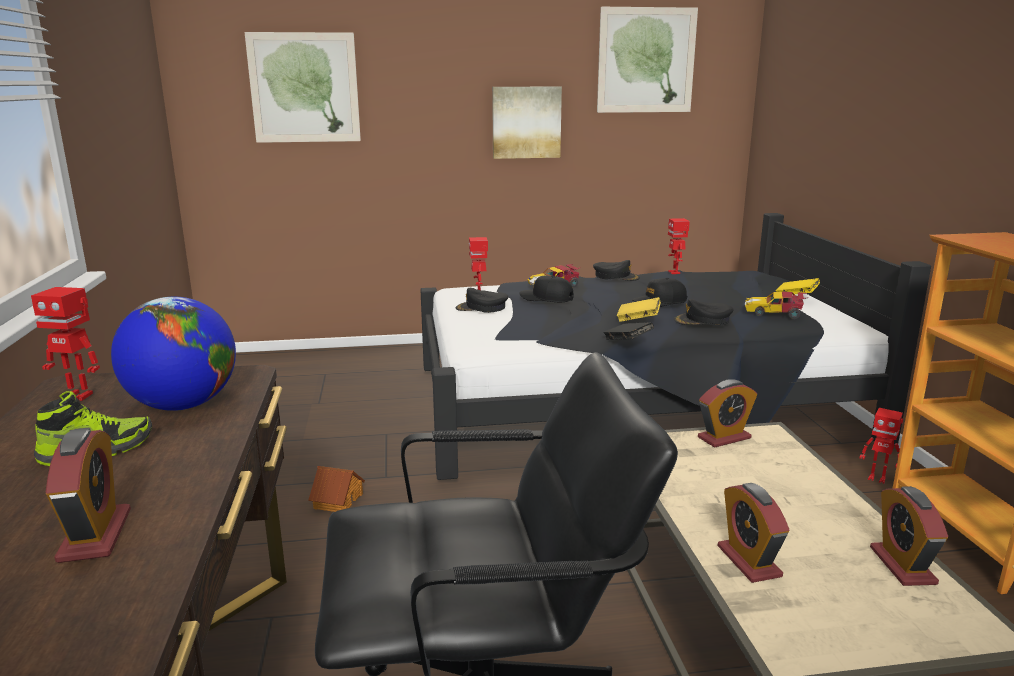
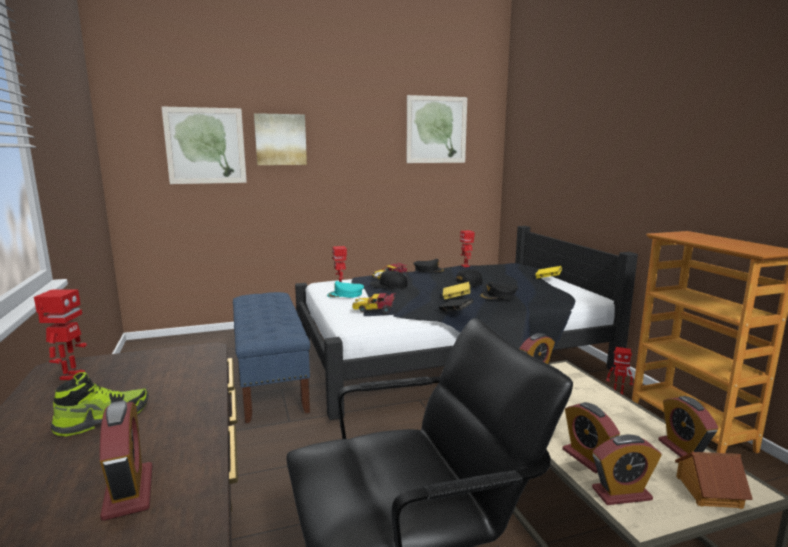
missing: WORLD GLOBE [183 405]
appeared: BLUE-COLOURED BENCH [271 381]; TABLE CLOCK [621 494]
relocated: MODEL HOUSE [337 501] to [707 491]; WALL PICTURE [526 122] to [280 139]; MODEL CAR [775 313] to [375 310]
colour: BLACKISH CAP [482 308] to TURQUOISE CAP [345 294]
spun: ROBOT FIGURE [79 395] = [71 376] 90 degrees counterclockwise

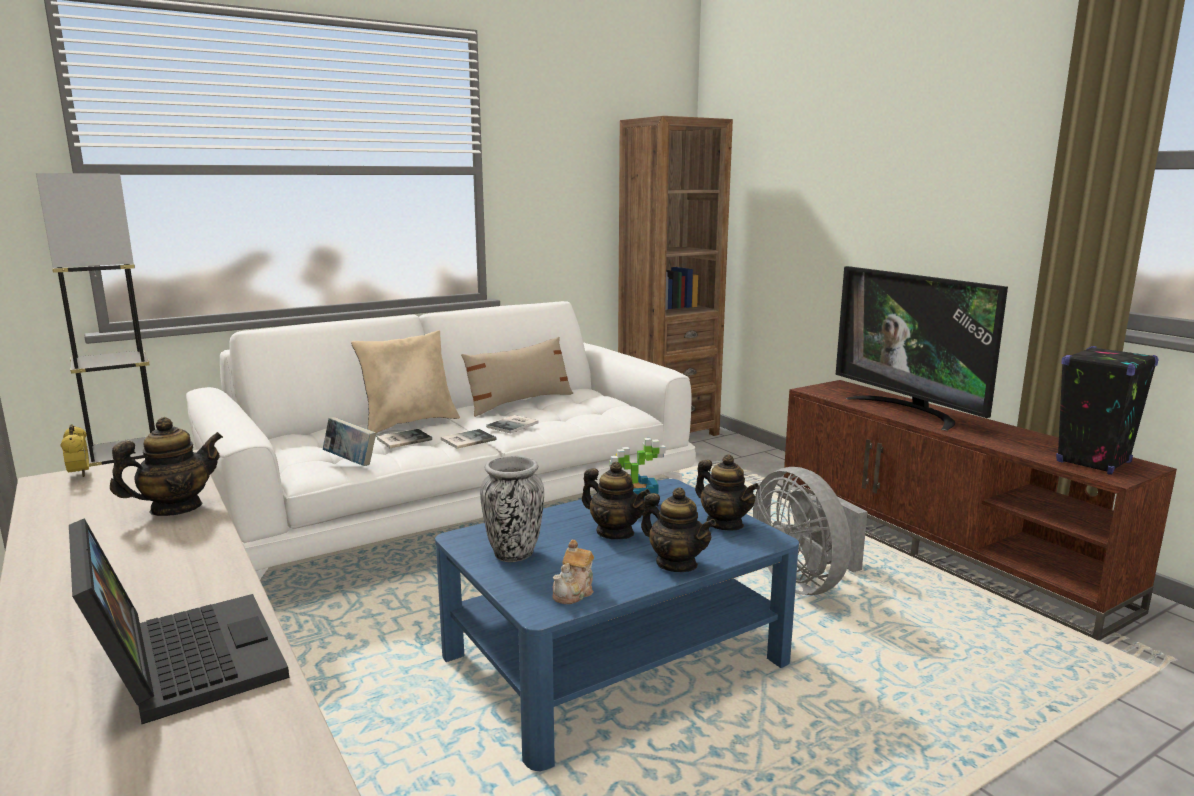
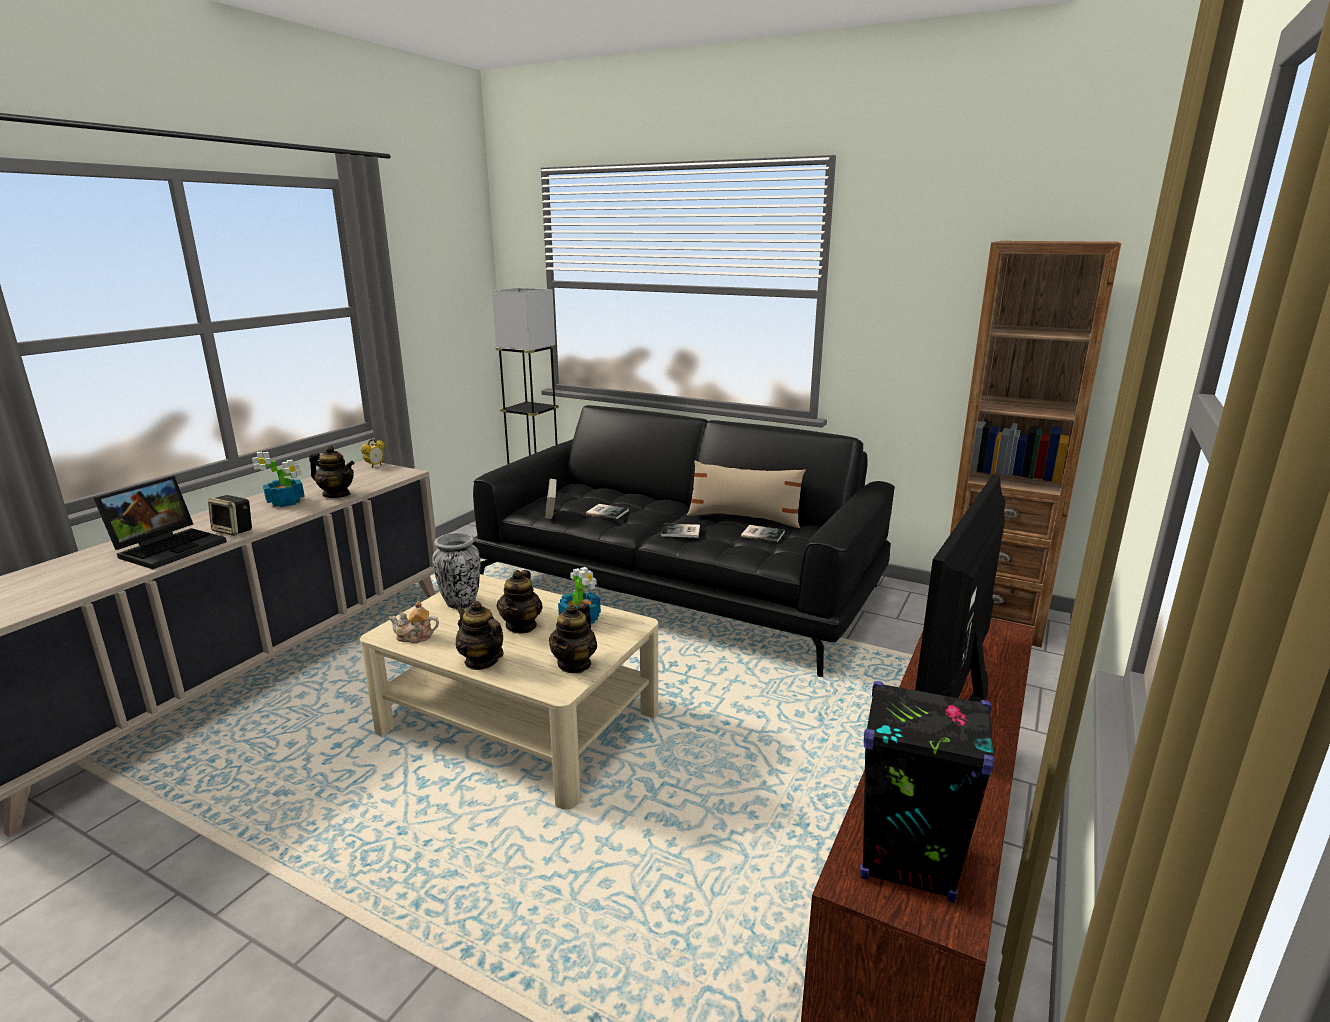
missing: BEIGE CUSHION [409 423]; GREYISH ELECTRIC FAN [804 582]
appeared: LOUDSPEAKER [234 530]; PLANT IN A POT [286 502]
relocated: VOLUME [466 440] to [762 534]
colour: WHITE-COLOURED SOFA [457 511] to BLACKISH SOFA [680 588]; BLUE-COLOURED LOUNGE TABLE [615 658] to BEIGE LOUNGE TABLE [520 722]
spun: TEA POT [676 564] = [481 661] 120 degrees clockwise

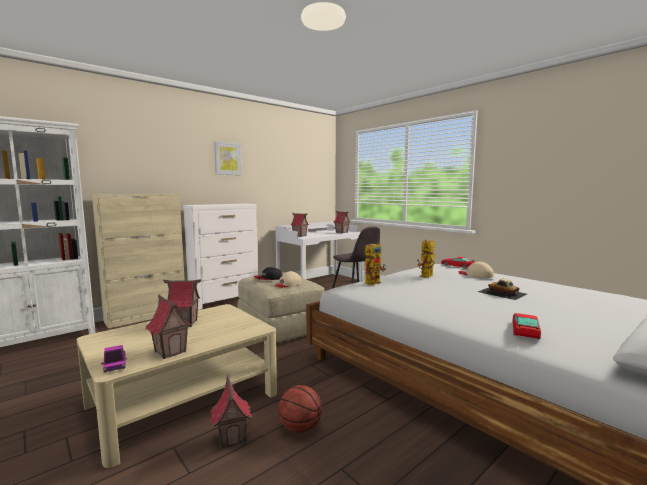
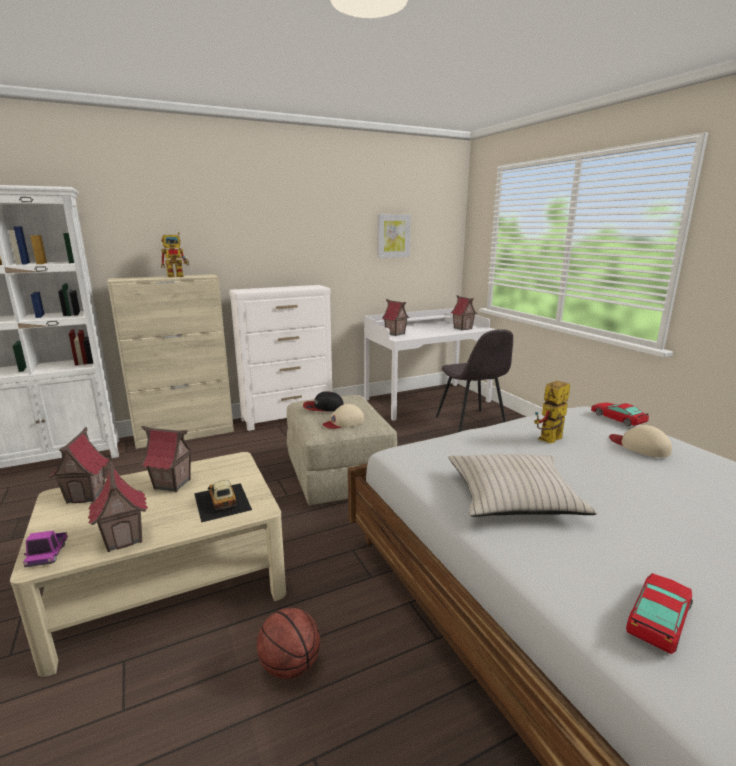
appeared: BEIGE CUSHION [513 497]
relocated: MODEL HOUSE [232 437] to [86 495]; WALL PICTURE [228 158] to [393 236]; ROBOT FIGURE [373 282] to [179 276]; MODEL CAR [502 293] to [222 501]

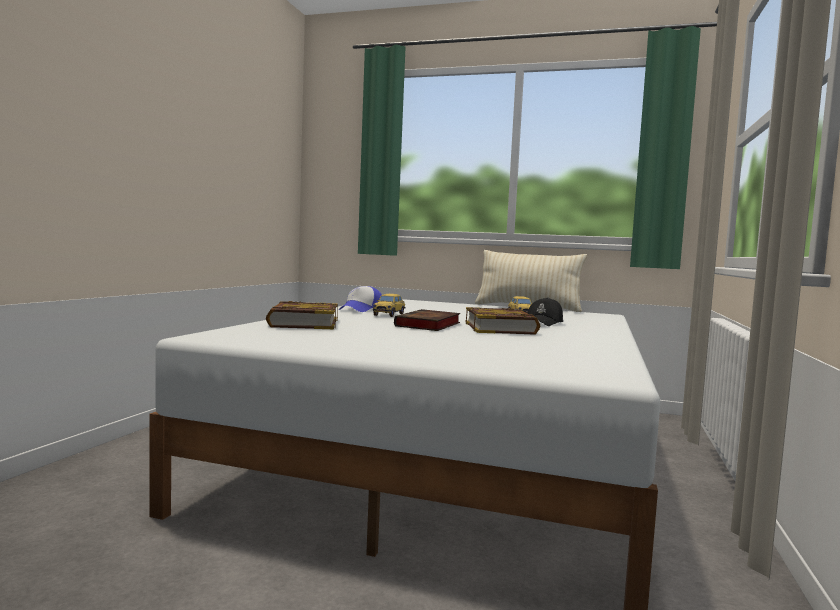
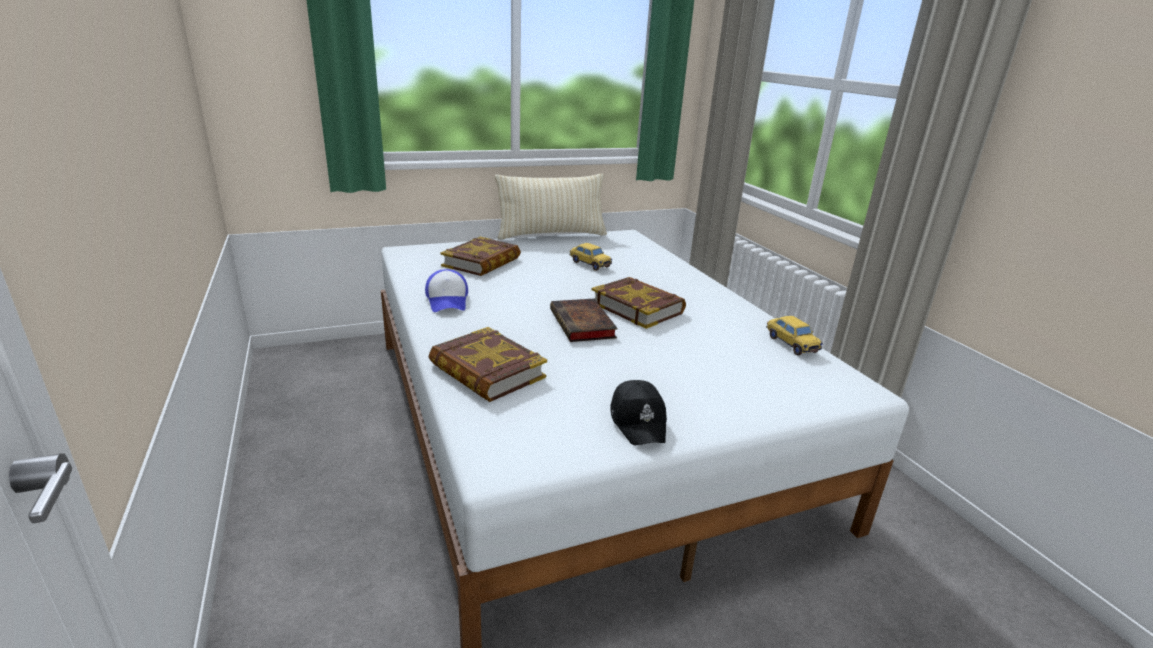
appeared: VOLUME [482 262]
relocated: MODEL CAR [389 314] to [791 344]; BLACKISH CAP [544 323] to [639 421]

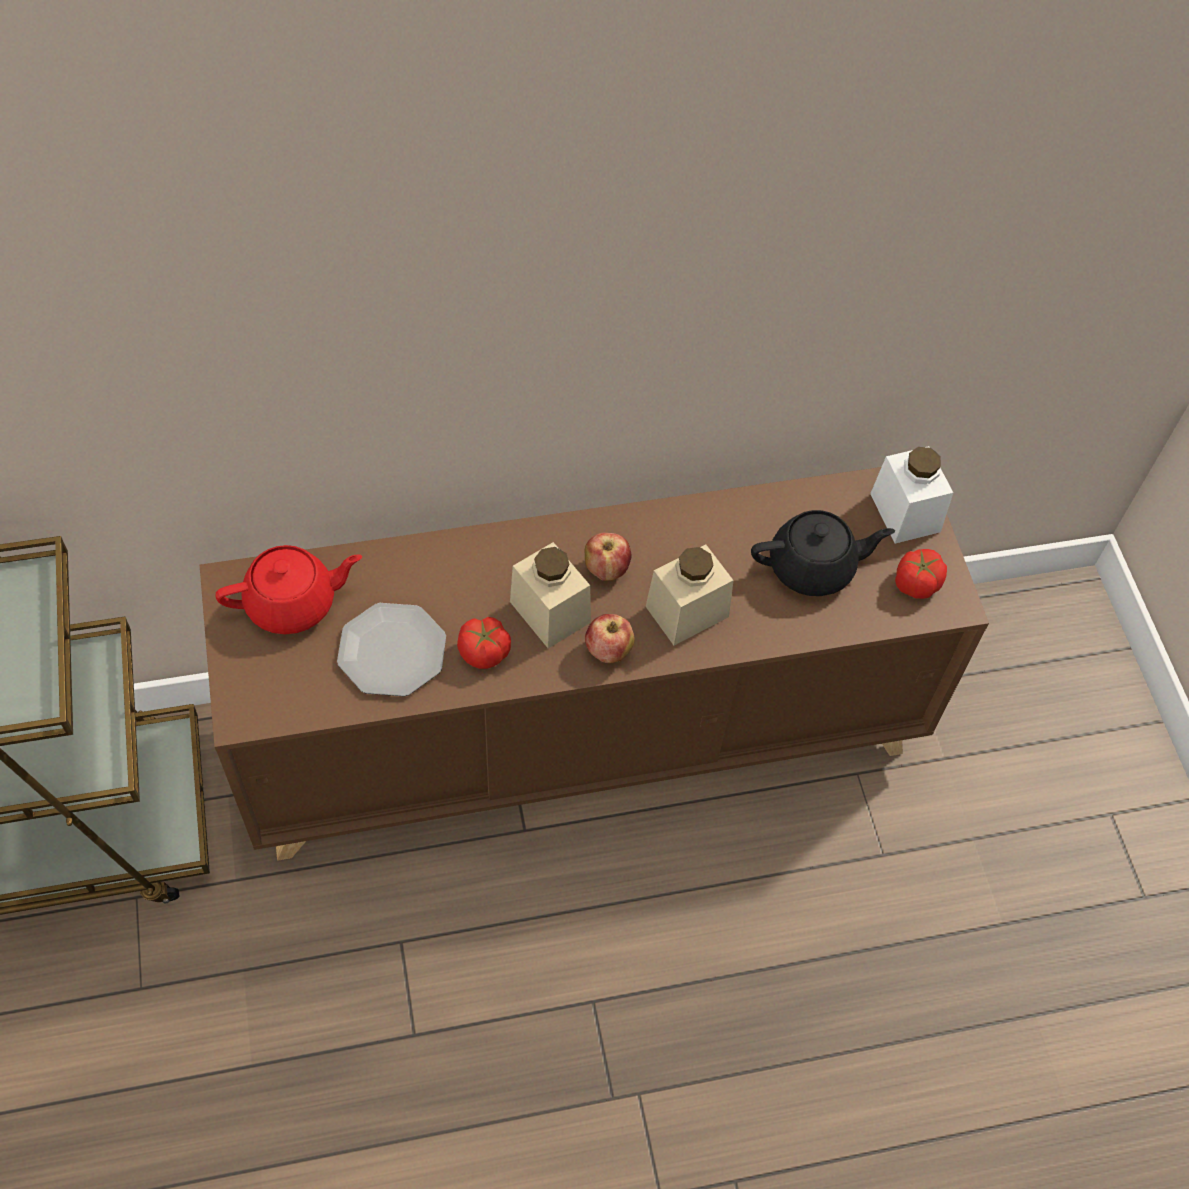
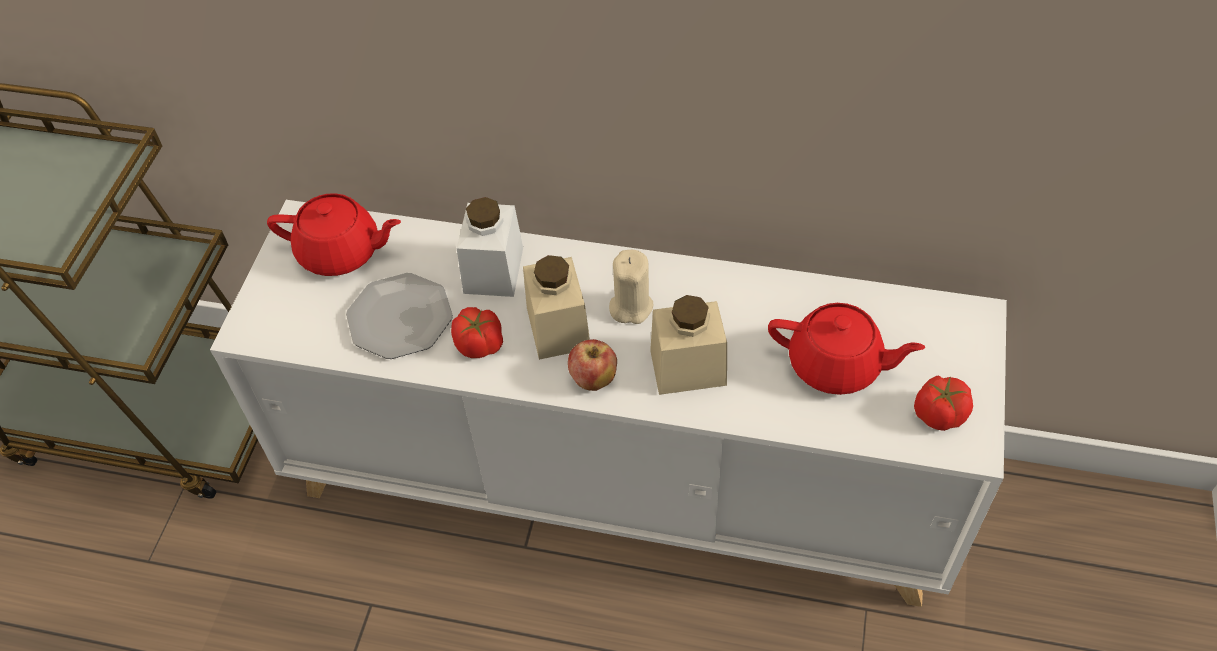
relocated: WHITE-COLOURED JAR [905 512] to [493 270]
exchanged: WHOLE APPLE [606 569] to BEIGE CANDLE [631 306]
colour: BROWN CABINET [585 735] to WHITE-COLOURED CABINET [619 482]; BLACKISH TEA POT [813 567] to REDDISH TEA POT [836 365]

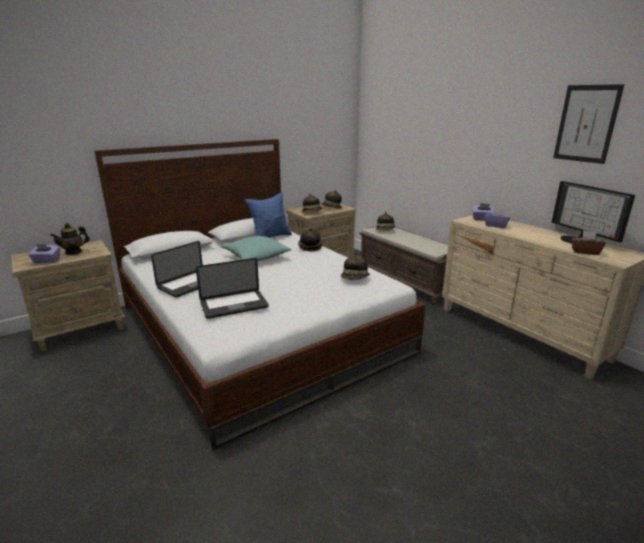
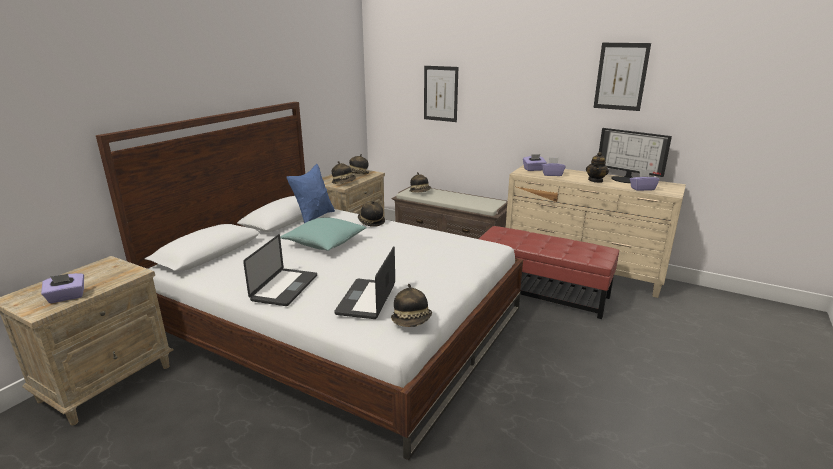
appeared: WALL PICTURE [440 93]; REDDISH FOOTREST [541 291]
relocated: TEA POT [73 252] to [595 180]; WEARABLE HAT [355 279] to [412 321]
colour: BROWN TISSUE BOX [585 252] to PURPLE TISSUE BOX [642 189]
spun: PORTABLE COMPUTER [234 305] = [366 299] 150 degrees clockwise

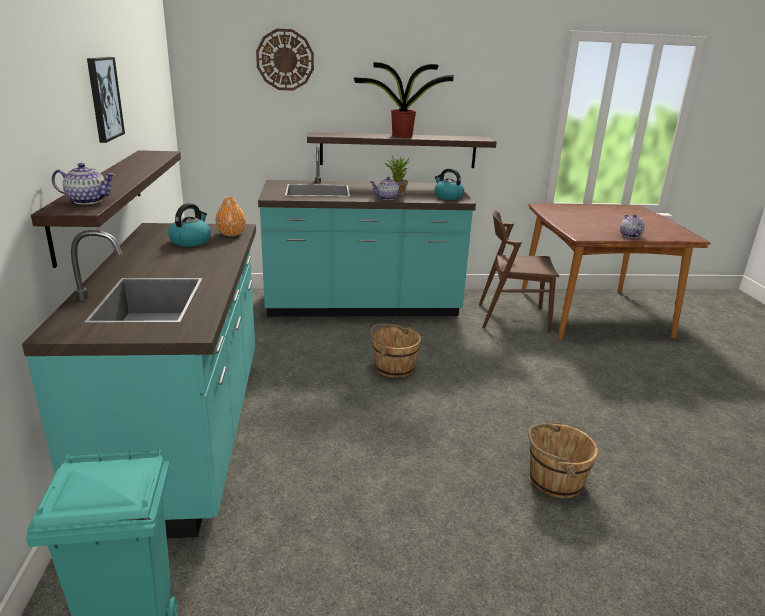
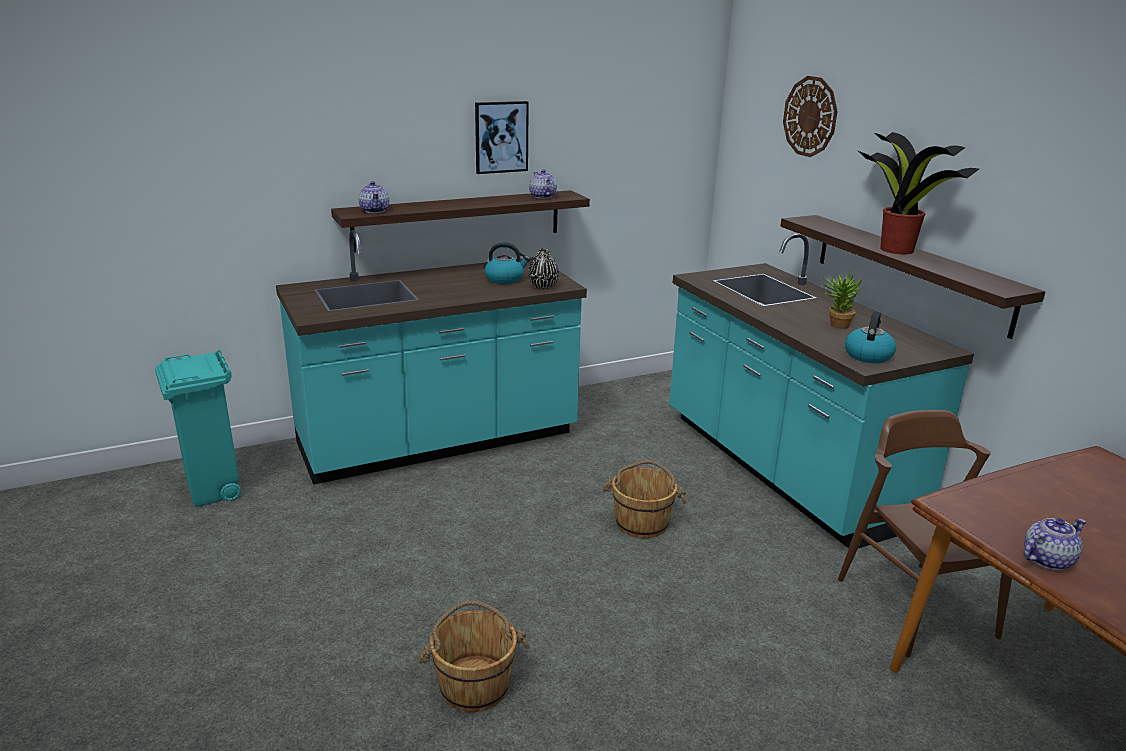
relocated: TEA POT [387 198] to [542 196]
colour: ORANGEY FLOWER VASE [231 234] to BLACKISH FLOWER VASE [543 286]

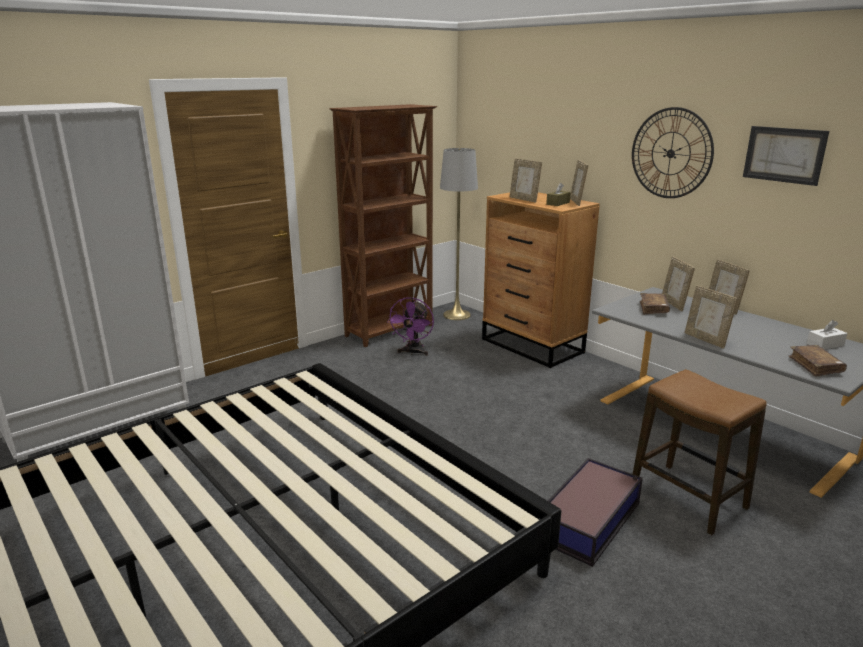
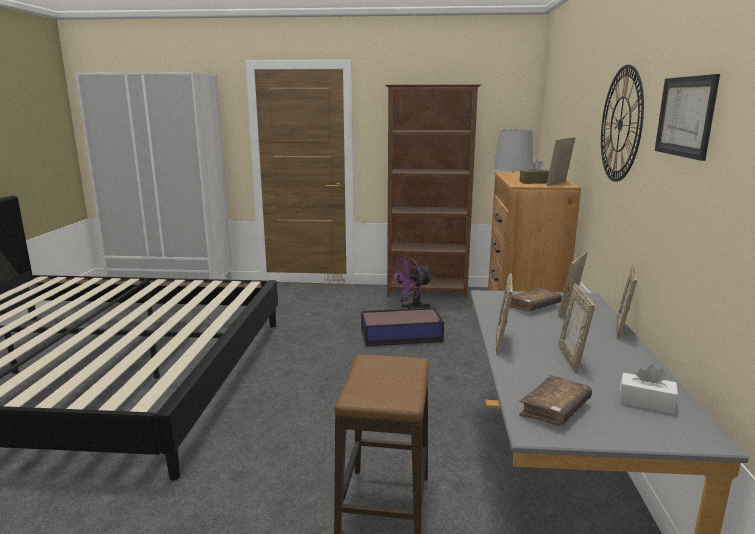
relocated: STANDING FRAME [524 199] to [571 359]; STORAGE CONTAINER [590 520] to [402 336]

